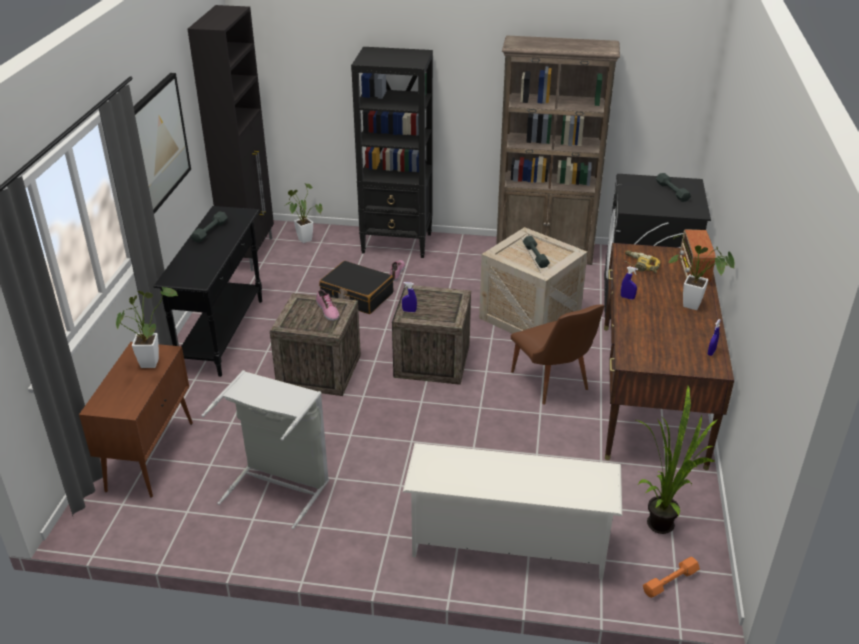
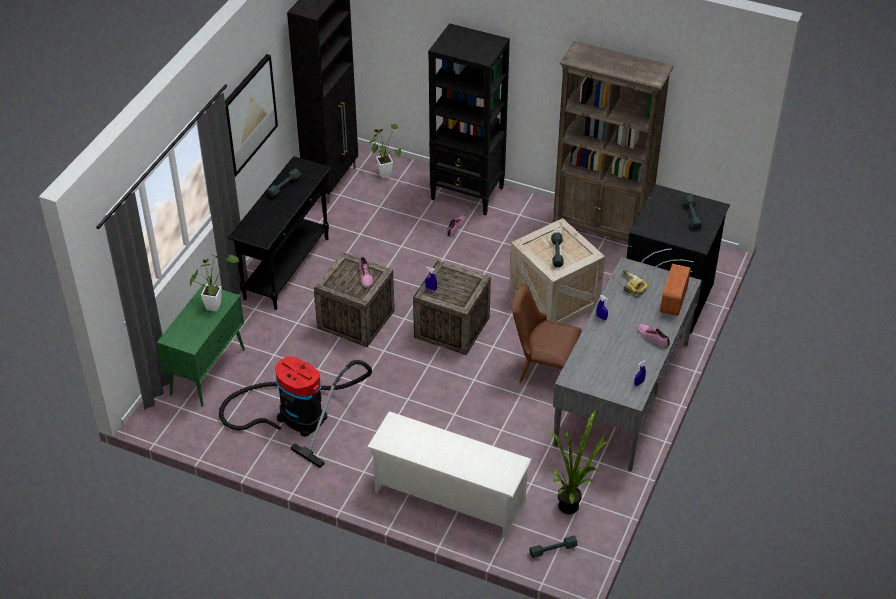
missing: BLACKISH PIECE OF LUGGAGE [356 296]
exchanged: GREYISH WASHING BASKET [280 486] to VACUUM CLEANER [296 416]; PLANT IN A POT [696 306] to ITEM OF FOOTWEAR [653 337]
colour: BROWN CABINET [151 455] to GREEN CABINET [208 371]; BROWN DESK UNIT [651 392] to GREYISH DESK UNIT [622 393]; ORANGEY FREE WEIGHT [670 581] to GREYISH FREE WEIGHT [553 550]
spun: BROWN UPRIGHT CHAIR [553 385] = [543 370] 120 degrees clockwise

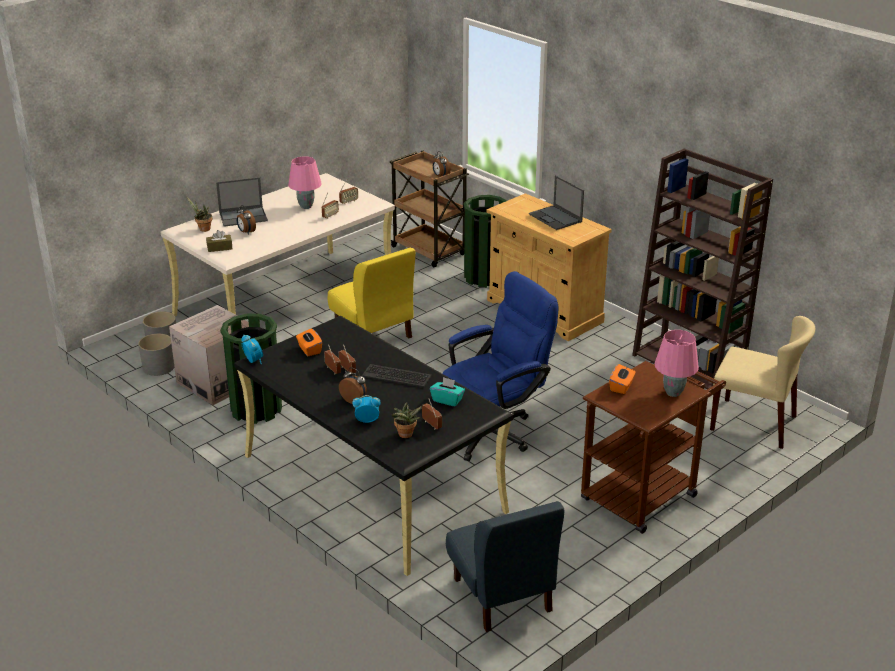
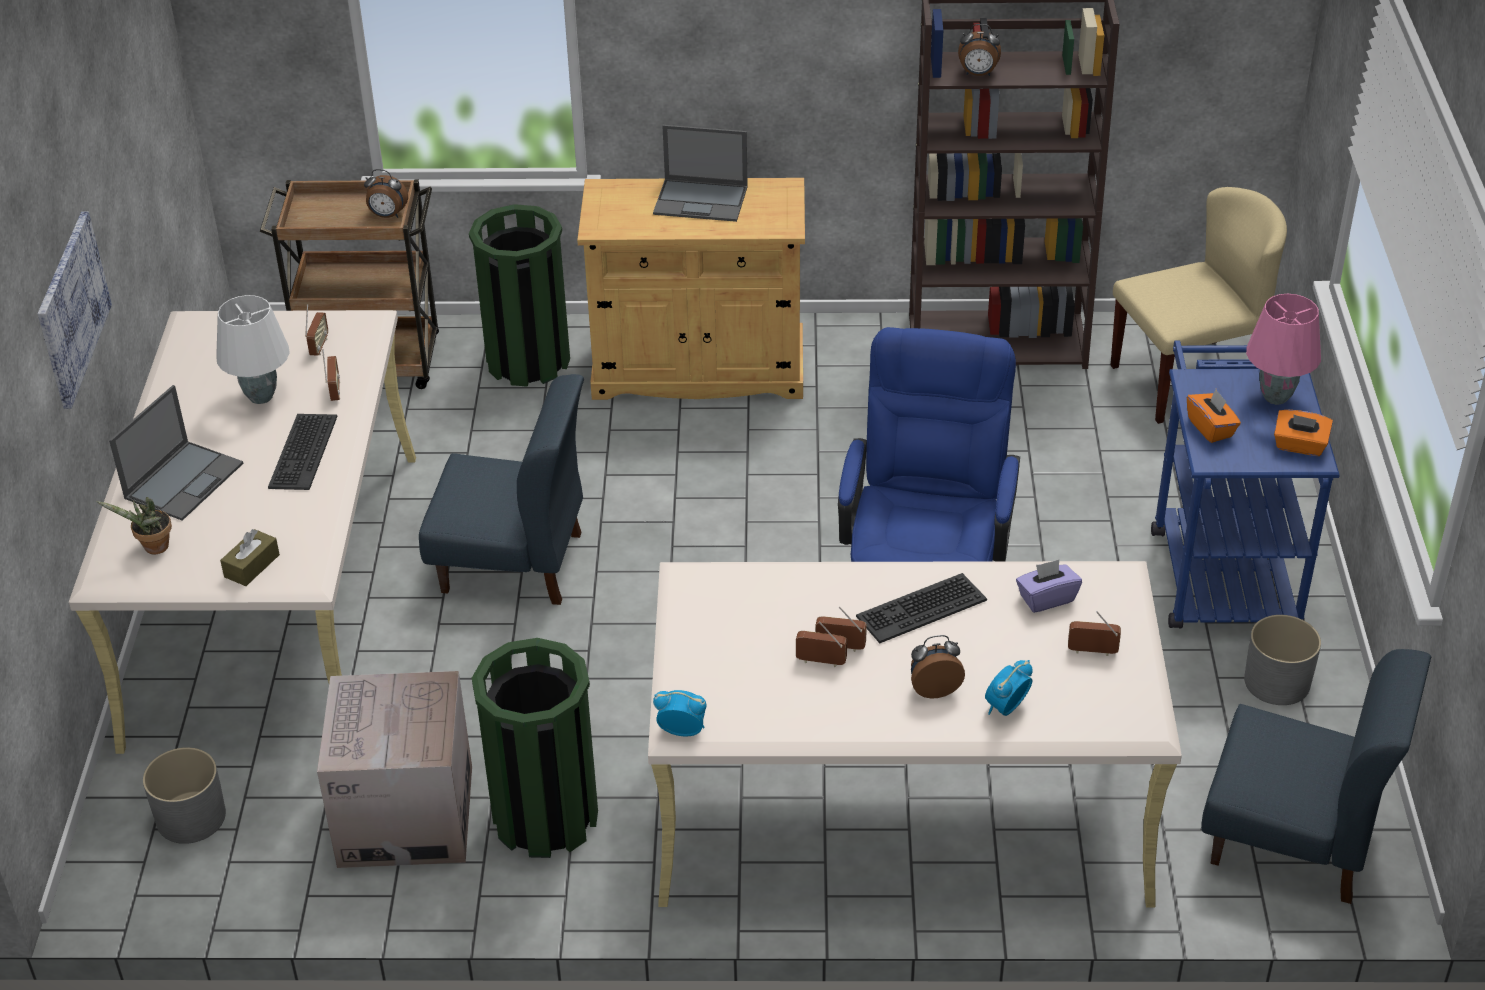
missing: PLANT IN A POT [405 435]
appeared: WALL PICTURE [71 309]; COMPUTER KEYBOARD [302 452]
relocated: GREYISH FLOWER POT [158 367] to [1276 682]; TABLE CLOCK [246 232] to [978 74]; ORANGEY TISSUE BOX [309 350] to [1299 446]
colour: BLACKISH DESK UNIT [372 483] to BEIGE DESK UNIT [898 808]; PINK-COLOURED LAMP FOR A TABLE [306 207] to WHITE-COLOURED LAMP FOR A TABLE [261 397]; YELLOW-COLOURED UPRIGHT CHAIR [373 333] to BLUE-COLOURED UPRIGHT CHAIR [513 563]; TURQUOISE TISSUE BOX [447 400] to PURPLE TISSUE BOX [1046 598]; BROWN CART [645 492] to BLUE-COLOURED CART [1221 567]

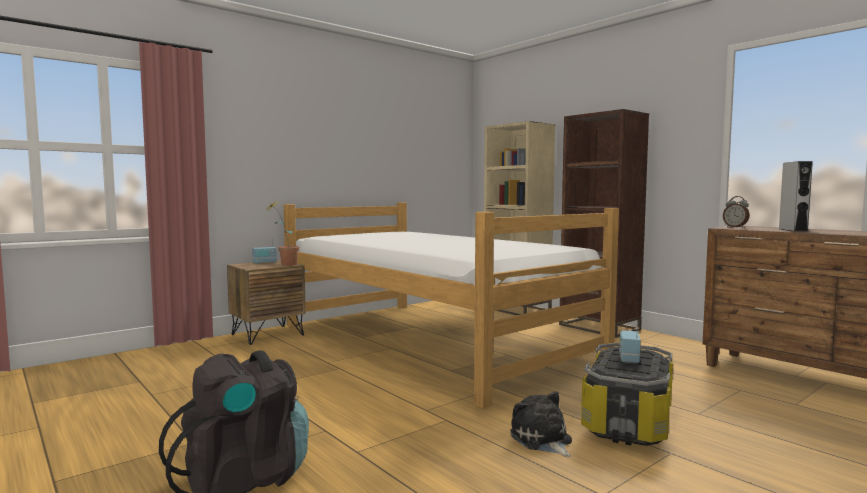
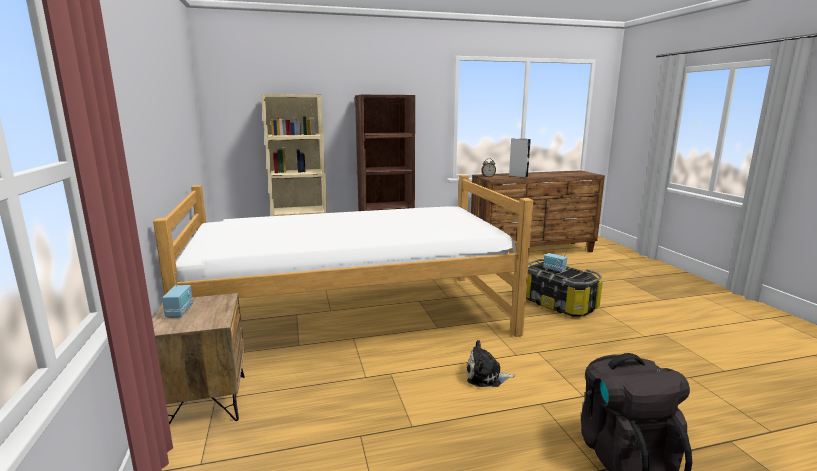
missing: PLANT IN A POT [284 264]
relocated: PLUSH TOY [542 440] to [486 376]

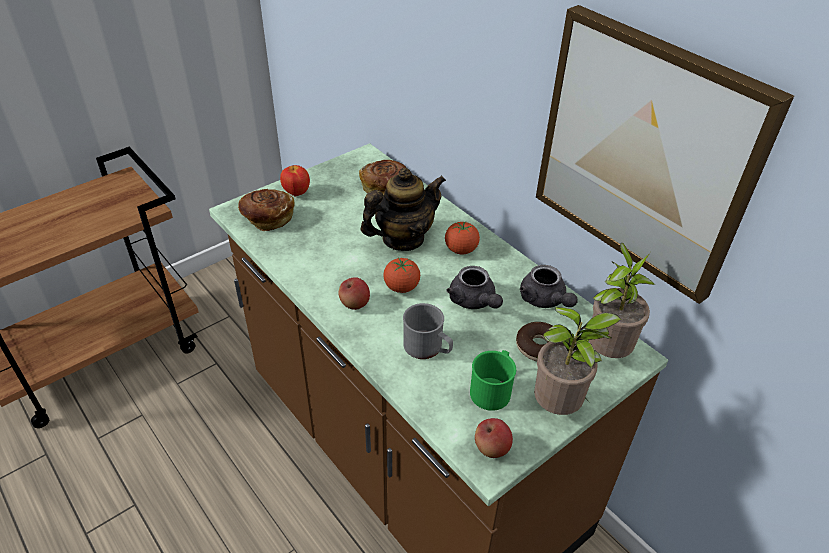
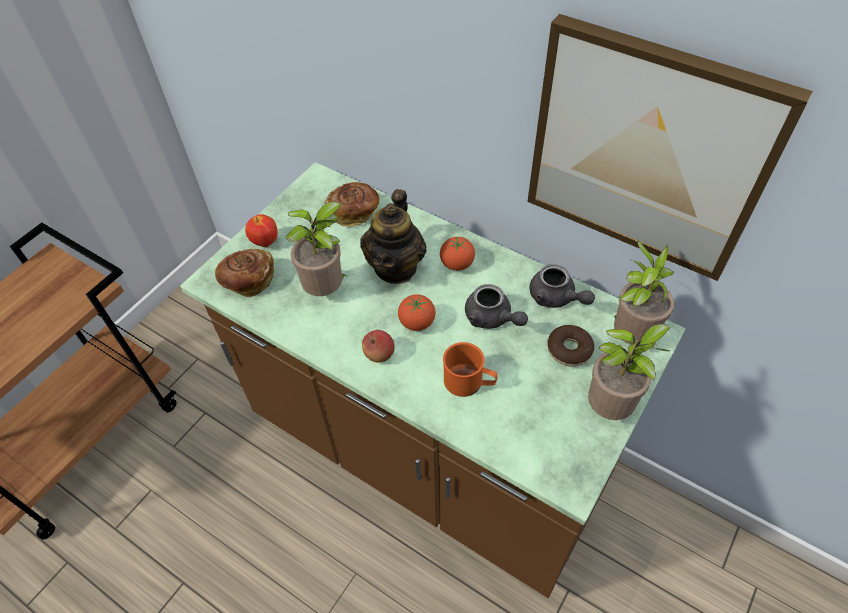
missing: GREEN COFFEE MUG [493 389]; WHOLE APPLE [491 448]
appeared: PLANT IN A POT [327 290]
colour: GREYISH COFFEE MUG [428 348] to ORANGEY COFFEE MUG [469 382]
spun: TEA POT [403 239] = [396 267] 150 degrees clockwise

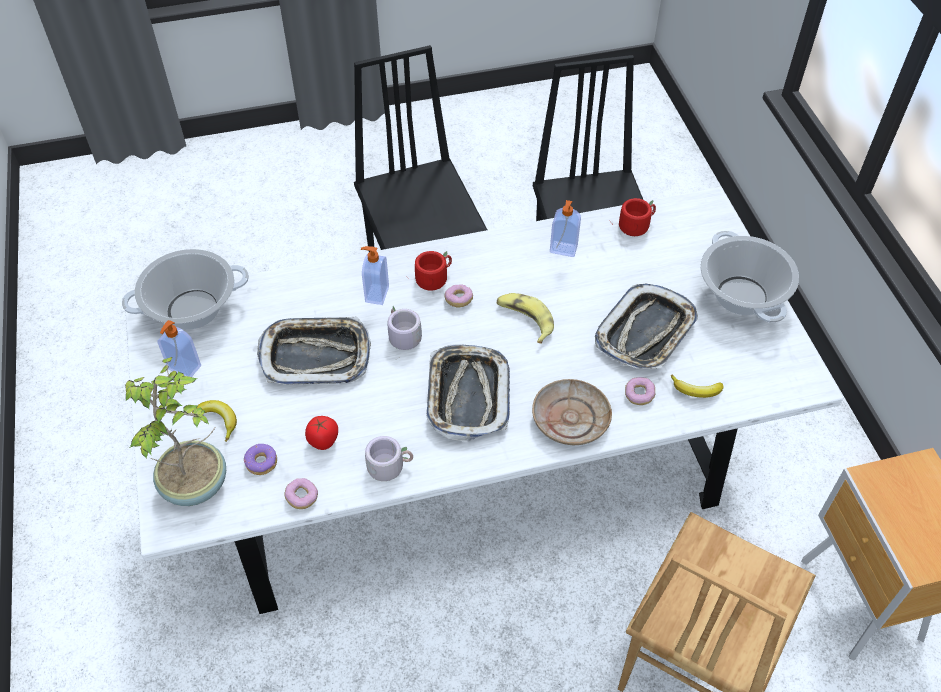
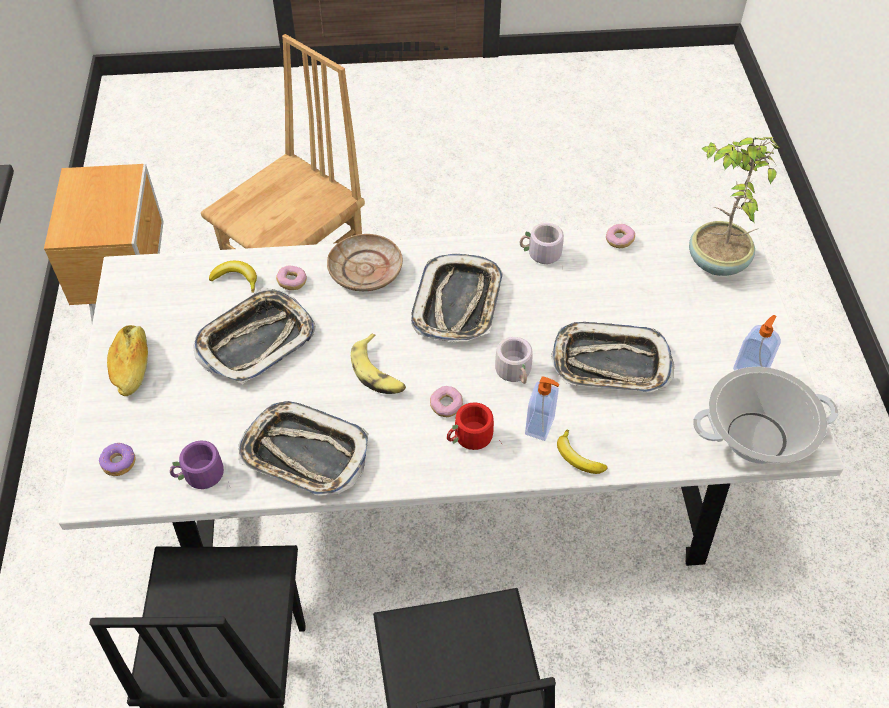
missing: FRESH TOMATO [324 441]
relocated: WHOLE BANANA [218 420] to [577 458]; DONUT [261 463] to [118 462]
exchanged: SOAP BOTTLE [563 249] to TRAY [304 454]; COOKING POT [741 296] to BAKED BREAD [132 366]
colour: REDDISH COFFEE MUG [635 224] to PURPLE COFFEE MUG [200 477]

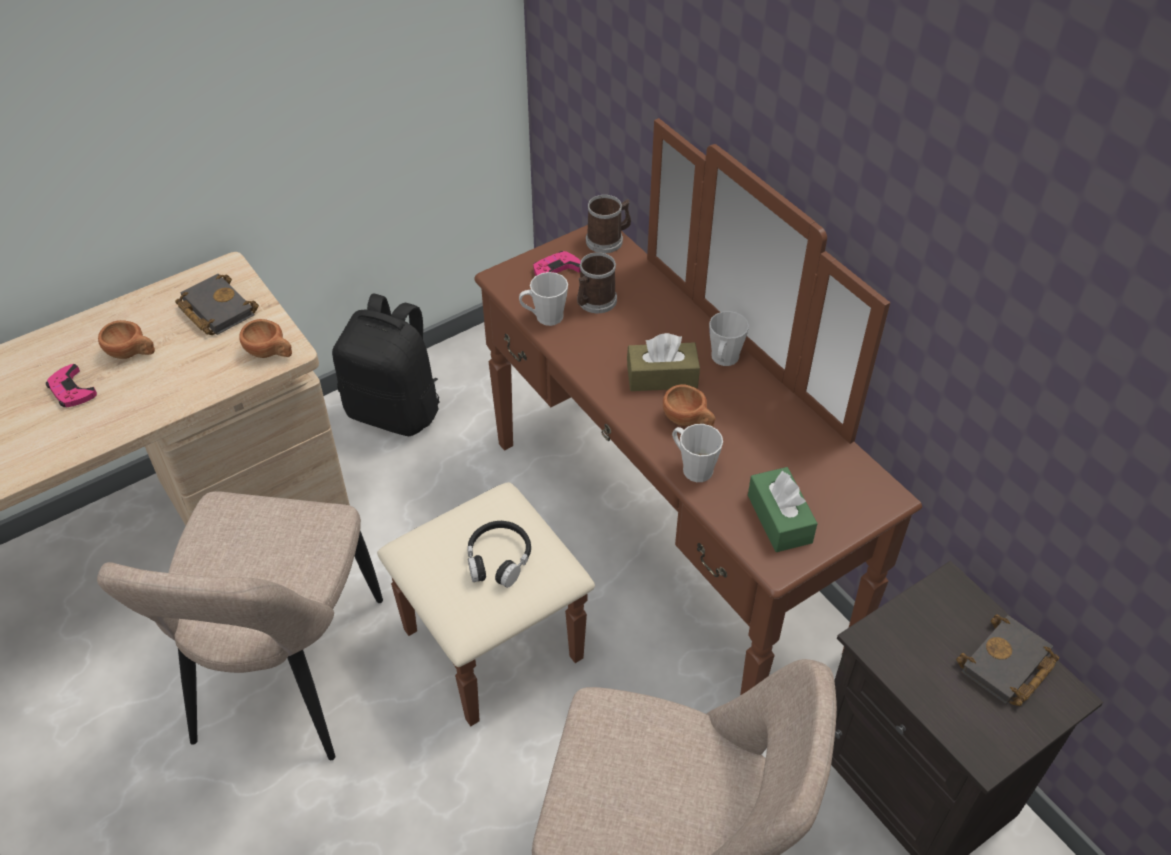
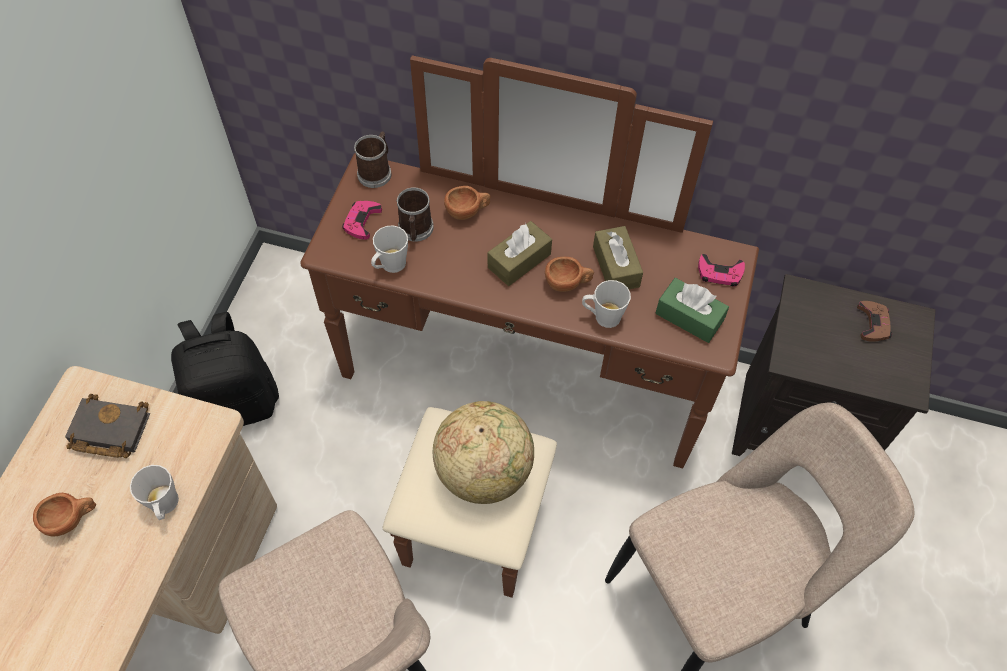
appeared: BROWN TISSUE BOX [616 266]
relocated: PINK-COLOURED GAMEPAD [71 390] to [720 273]; BROWN DRINKING CUP [270 353] to [468 211]; GREYISH COFFEE MUG [723 360] to [165 506]
exchanged: BLACKISH HEADSET [498 559] to WORLD GLOBE [484 471]; BLACKISH VOLUME [1007 667] to BROWN GAMEPAD [873 323]

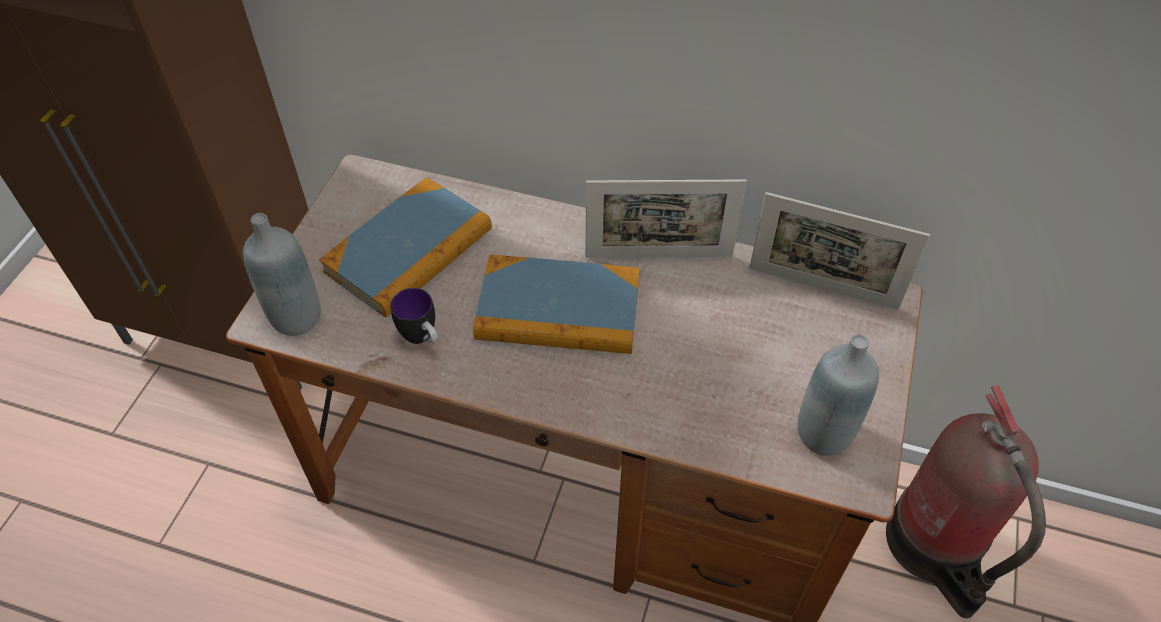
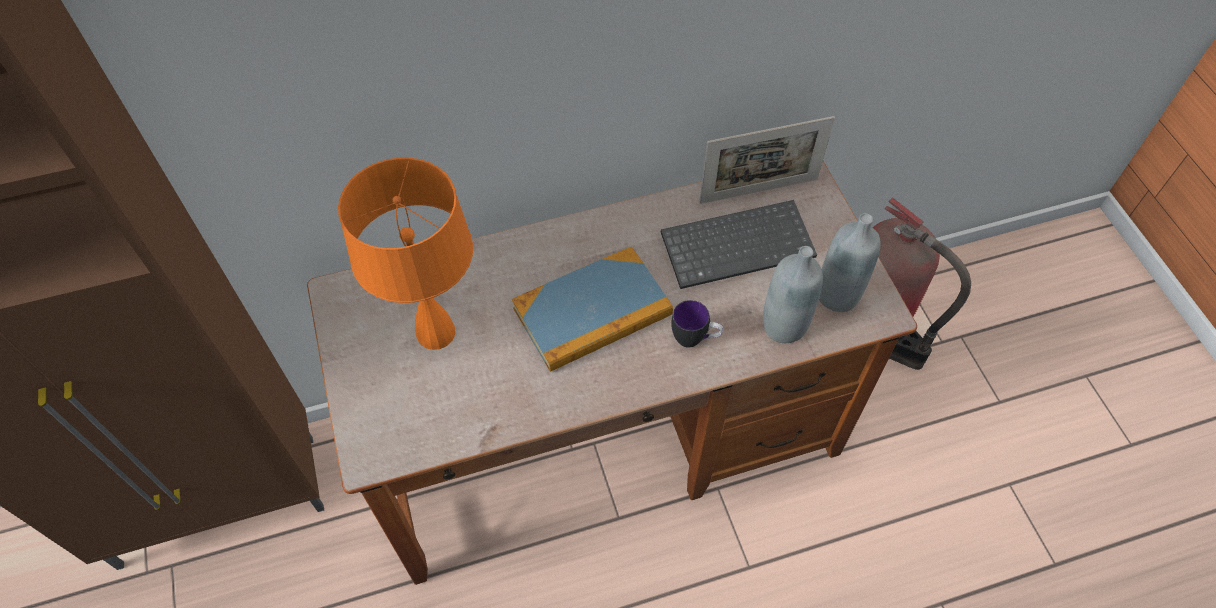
missing: STANDING FRAME [659 256]
appeared: COMPUTER KEYBOARD [738 244]
relocated: GREYISH BOTTLE [296 317] to [783 326]; COFFEE MUG [422 339] to [695 339]
exchanged: VOLUME [409 251] to ORANGEY LAMP FOR A TABLE [436 332]

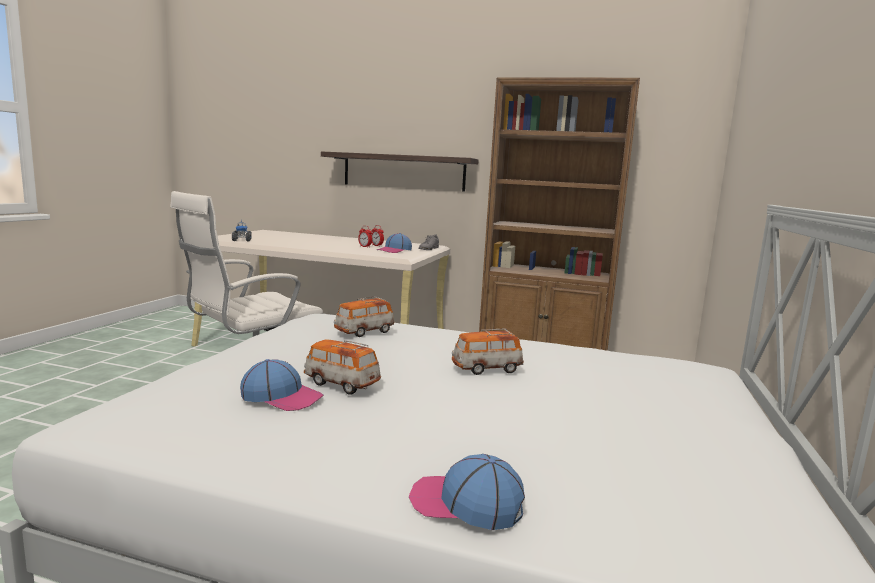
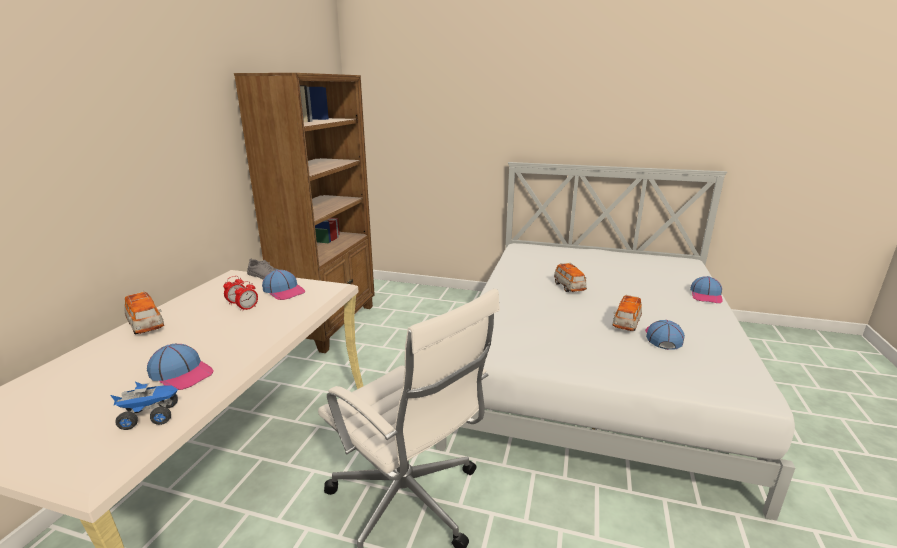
missing: WALL SHELF [403 172]
appeared: CAP [182 374]
relocated: MODEL CAR [364 332] to [146 326]

